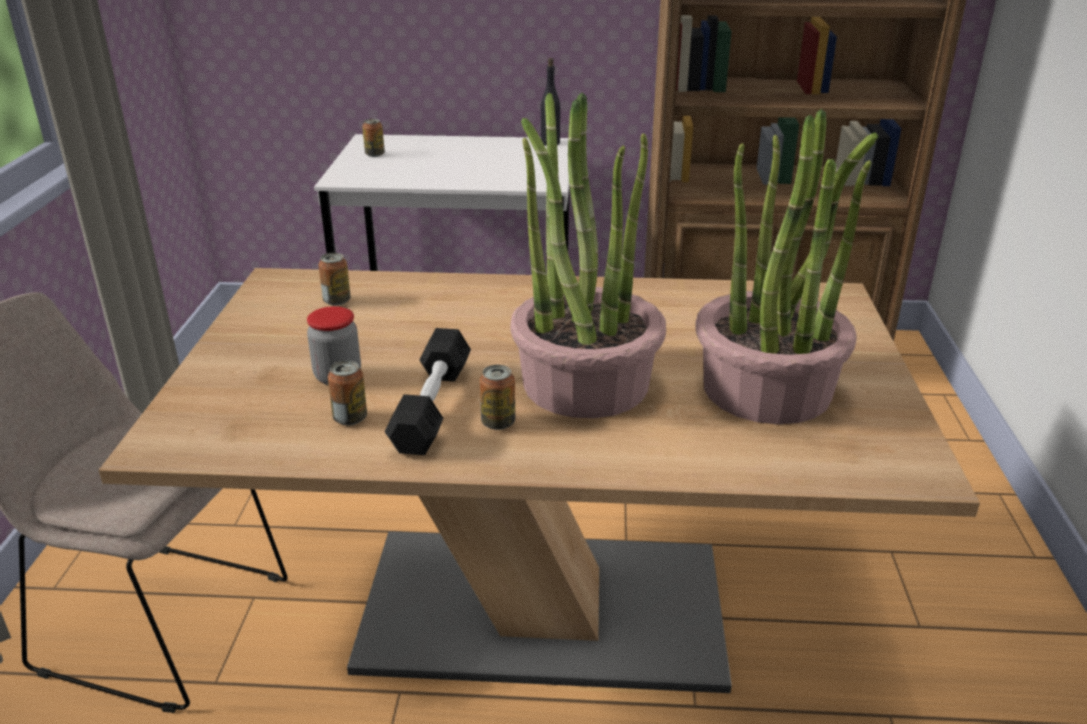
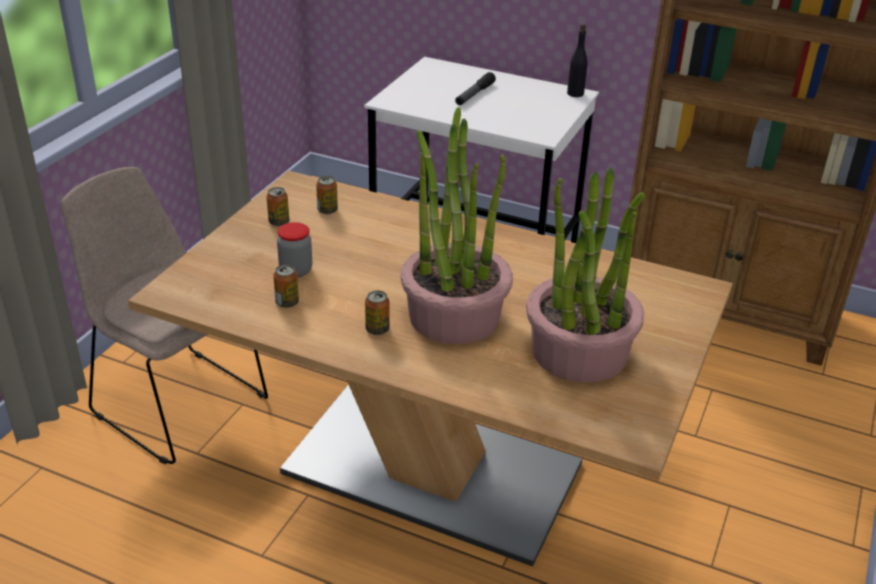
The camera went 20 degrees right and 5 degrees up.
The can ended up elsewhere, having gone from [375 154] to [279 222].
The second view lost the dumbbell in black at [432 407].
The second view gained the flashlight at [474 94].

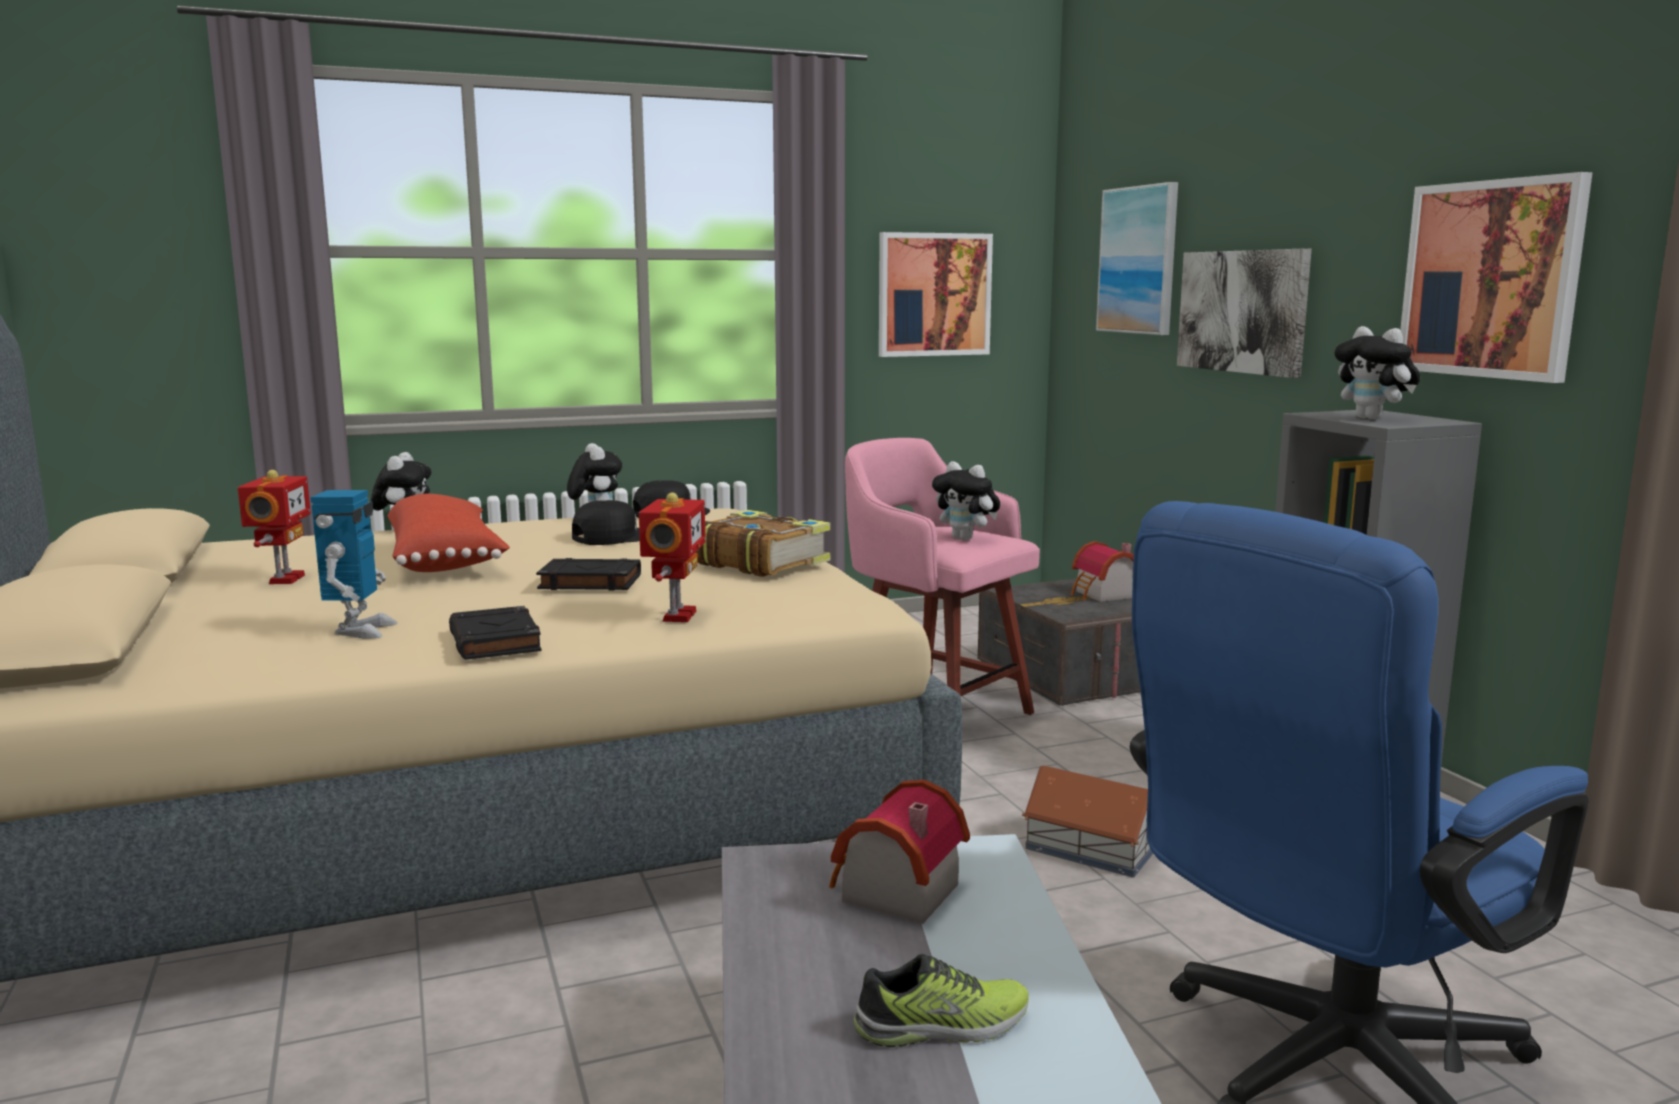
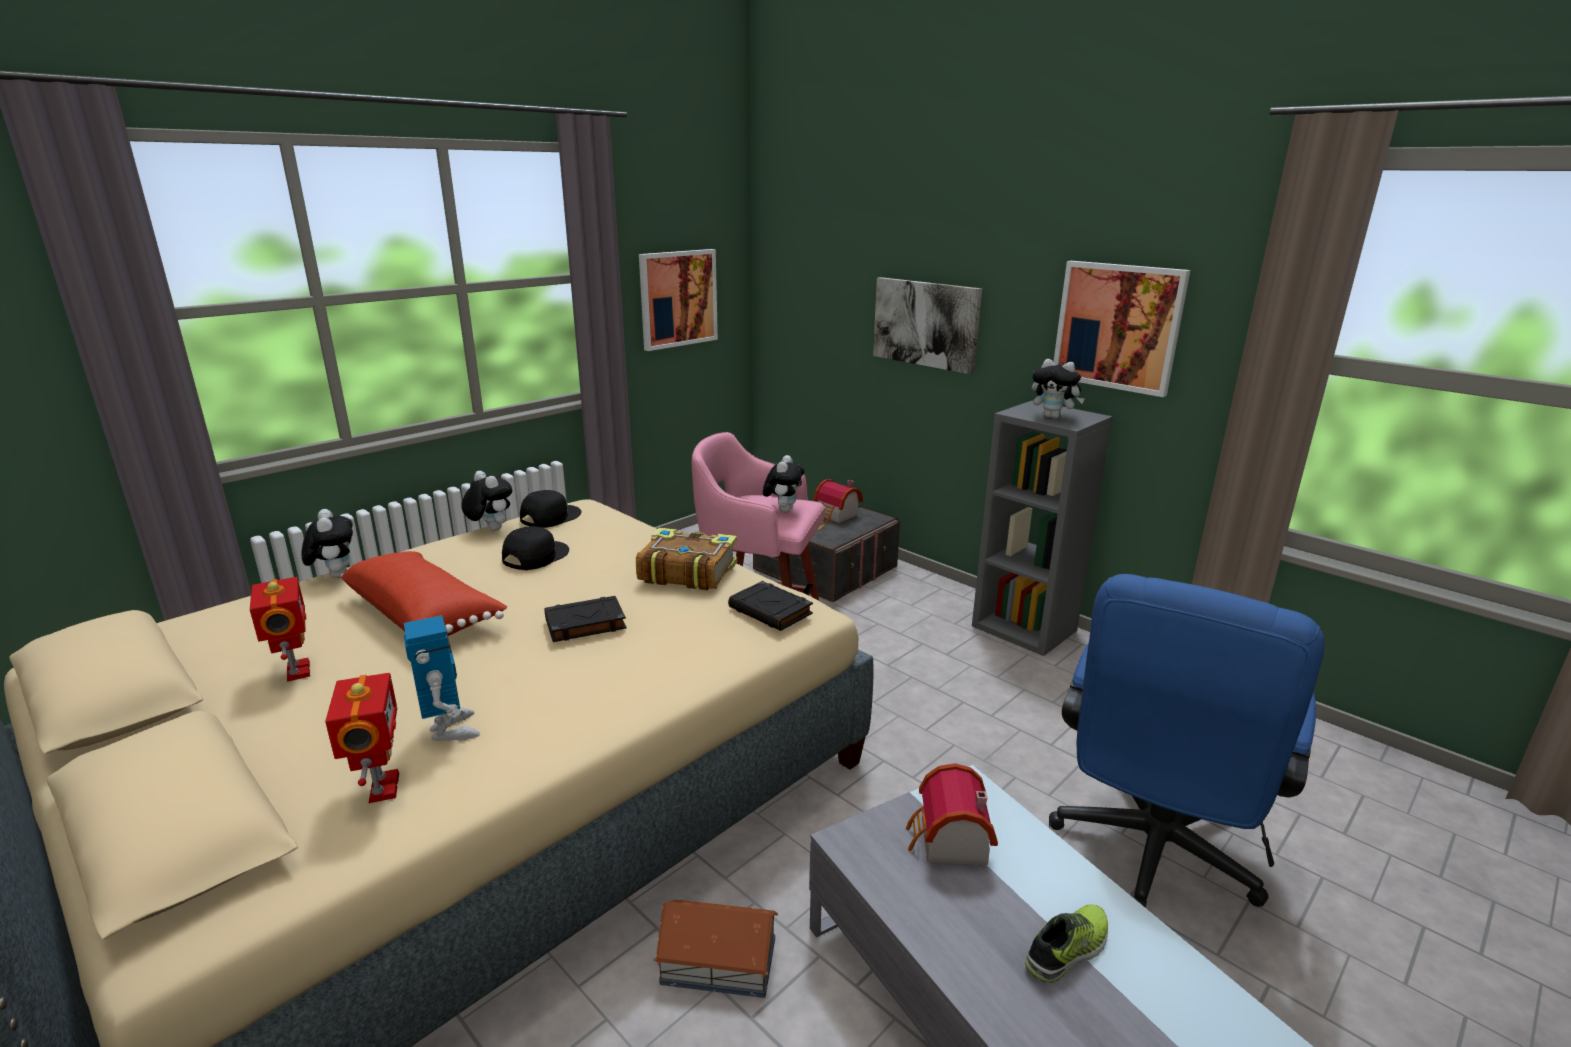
The camera went 25 degrees left and 10 degrees up.
The book in black ended up elsewhere, having gone from [496 642] to [771 611].
The toy robot ended up elsewhere, having gone from [676 616] to [380 788].
The plush toy at [966 539] ended up facing another way, 90 degrees counterclockwise from before.
The toy house ended up elsewhere, having gone from [1092 848] to [720 961].
The second view lost the picture at [1139 260].

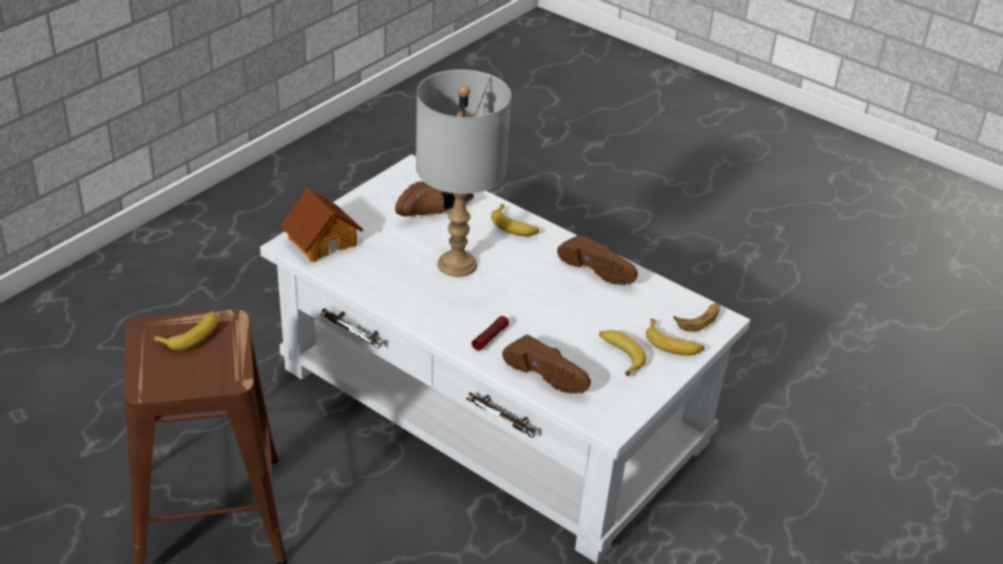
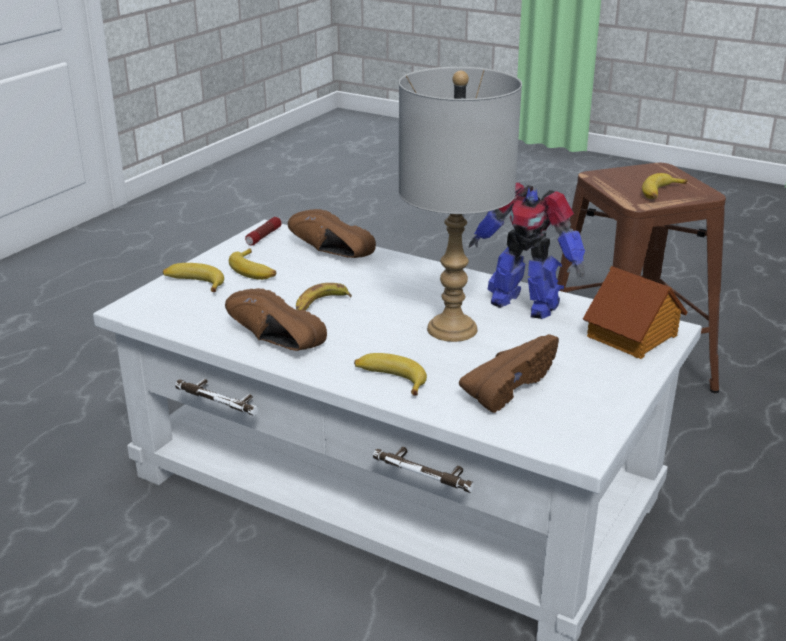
The camera went 175 degrees right and 10 degrees down.
The flashlight ended up elsewhere, having gone from [490 337] to [263 237].
The banana ended up elsewhere, having gone from [699 320] to [320 305].
The second view gained the toy robot at [524 303].

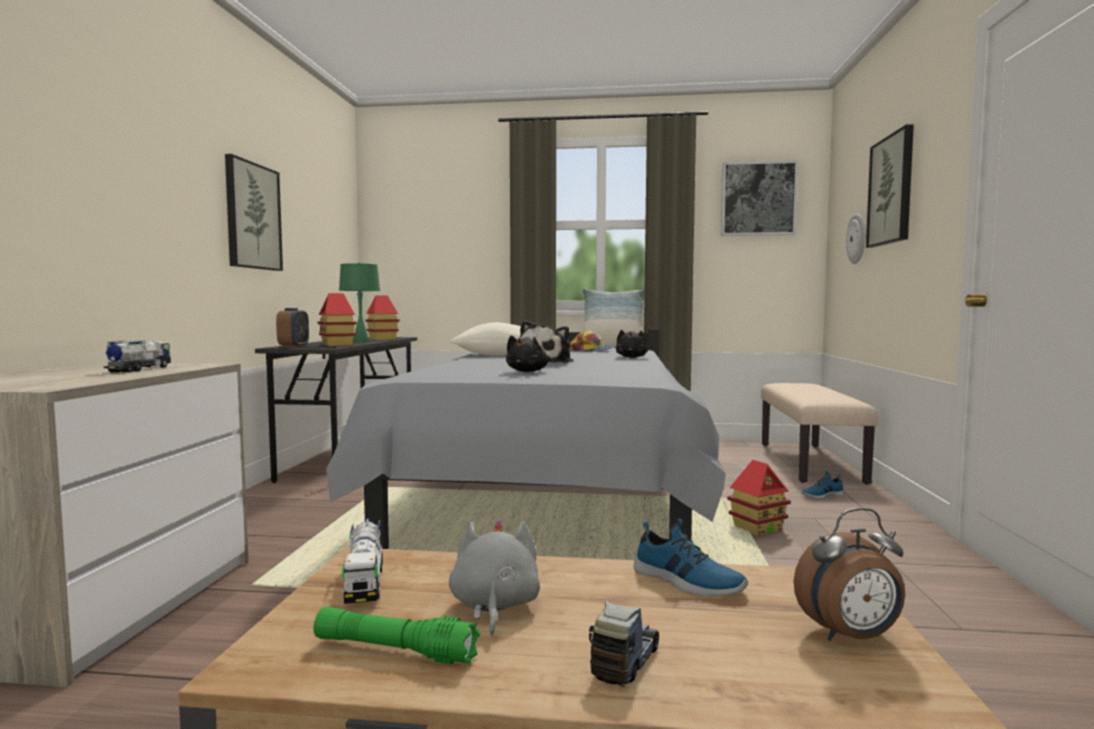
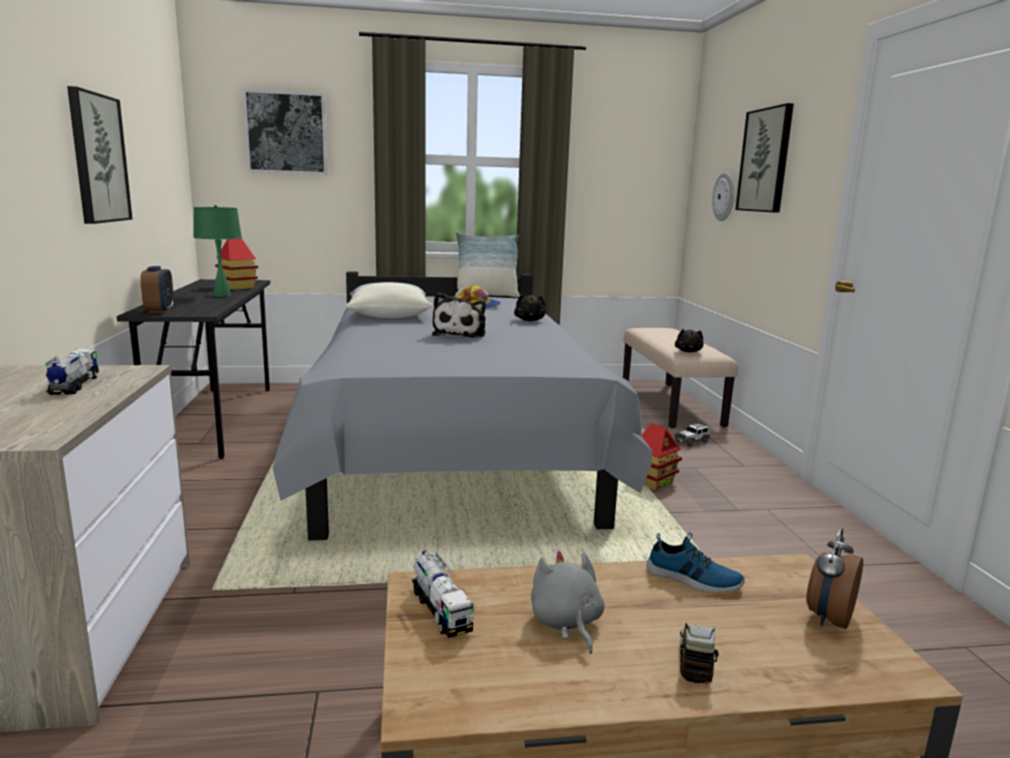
The camera went 15 degrees left and 10 degrees up.
The second view lost the flashlight in green at [394 650].
The second view lost the toy house at [337 345].
The plush toy in black ended up elsewhere, having gone from [528 371] to [688 351].
The picture ended up elsewhere, having gone from [758 199] to [286 133].
The alarm clock at [851 636] ended up facing another way, 150 degrees clockwise from before.
Where the shoe stood at [821 495], the toy car came to stand at [692 441].

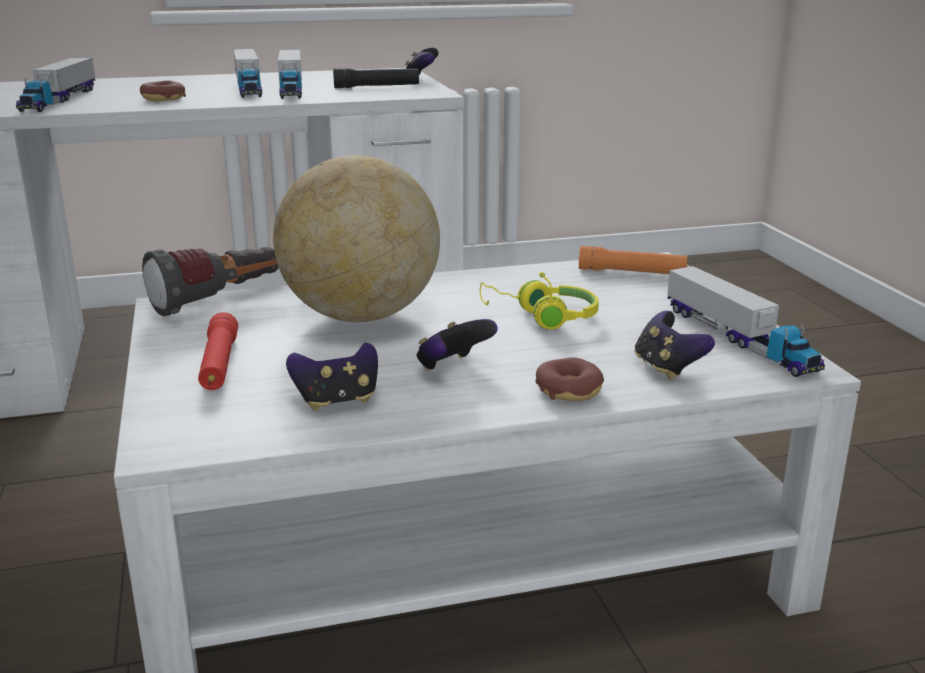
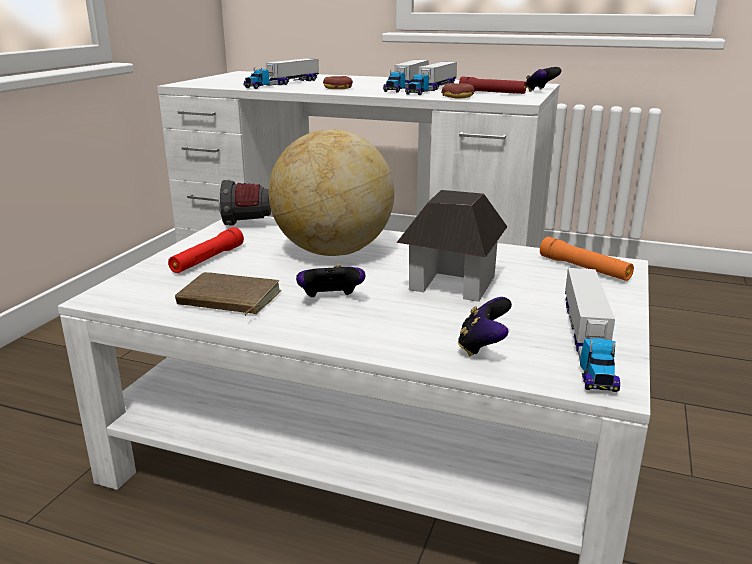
The camera went 35 degrees right and 0 degrees up.
Where the game controller stood at [337 401], the book in brown came to stand at [227 300].
What was the flashlight in black at [376 87] turned into the flashlight in red at [492 93].
Where the headphones in yellow stood at [542 317], the toy house came to stand at [452 283].
The donut ended up elsewhere, having gone from [569 390] to [457 96].

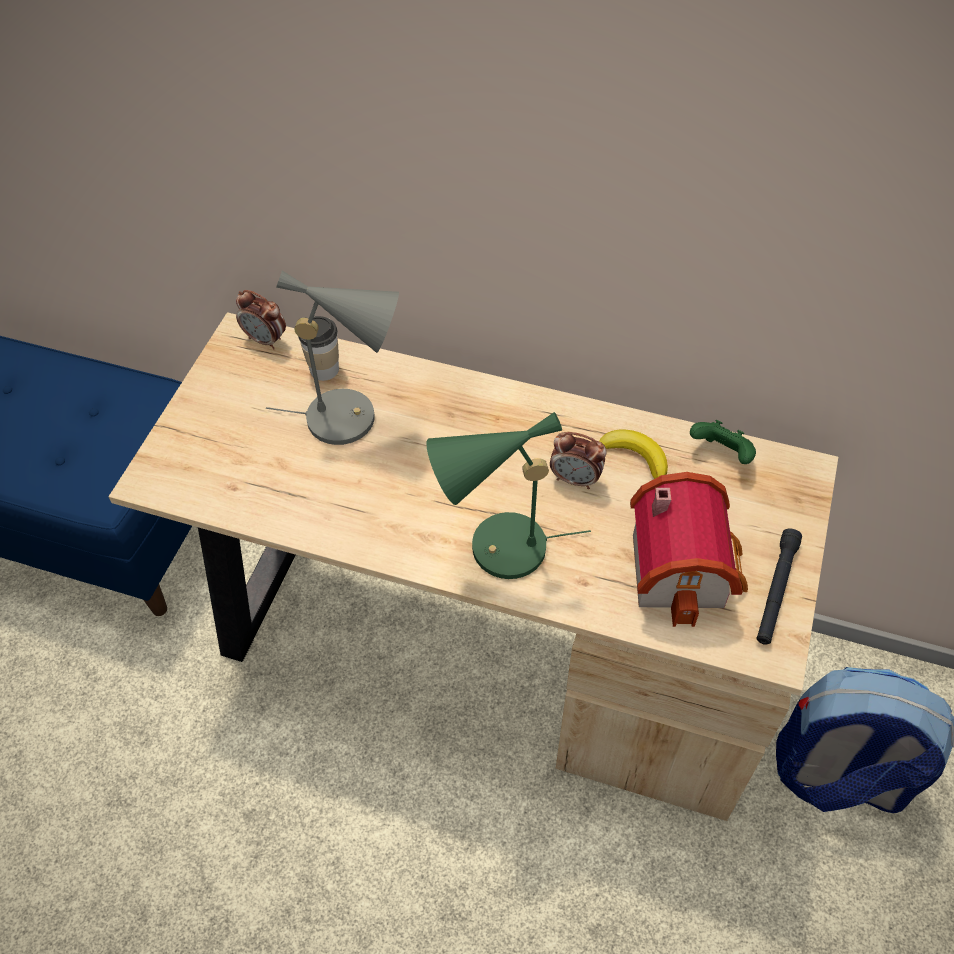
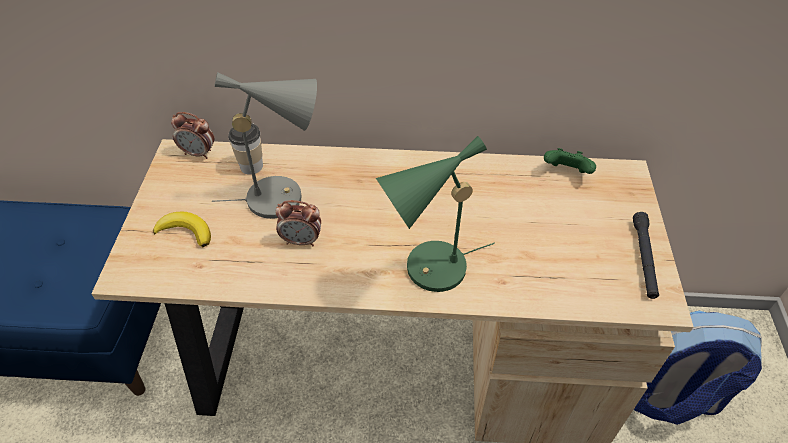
The camera went 15 degrees left and 5 degrees down.
The alarm clock ended up elsewhere, having gone from [575 479] to [302 241].
The banana ended up elsewhere, having gone from [634 456] to [186 231].
The second view lost the toy house at [684 568].

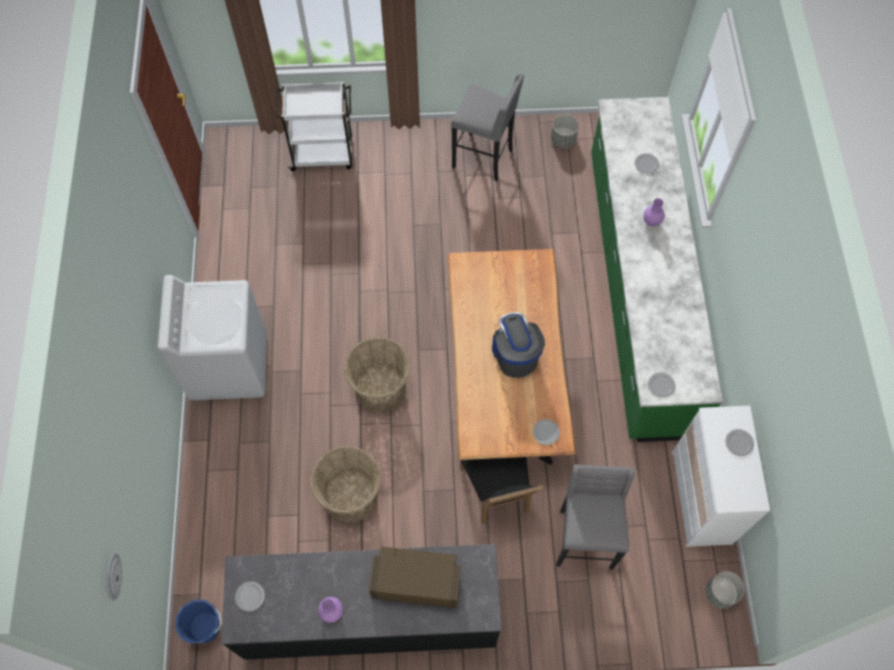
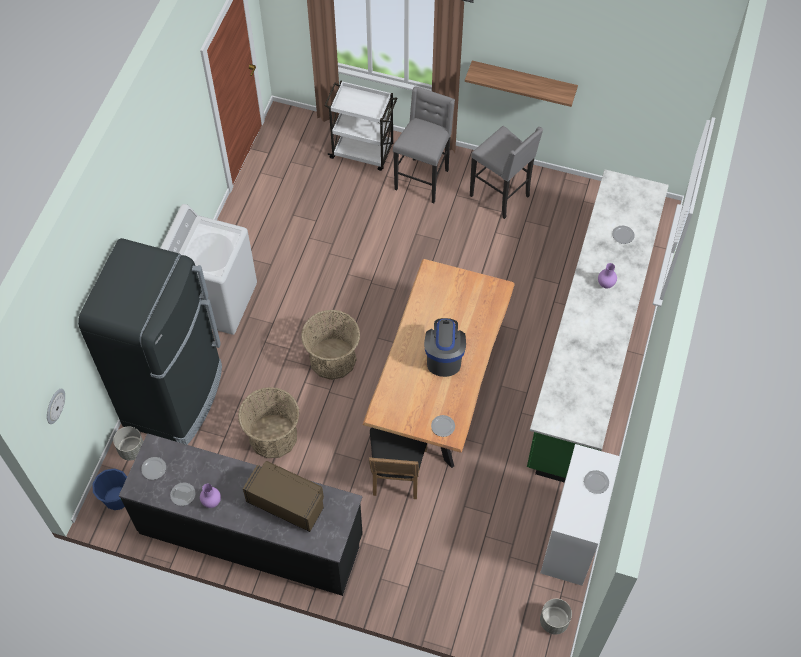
The camera went 20 degrees right and 5 degrees down.
The planter in grey ended up elsewhere, having gone from [563 140] to [132 450].
The stool in grey ended up elsewhere, having gone from [584 537] to [423 179].
The plate ended up elsewhere, having gone from [661 385] to [183 494].
The second view gained the fridge in black at [175 396].
The second view gained the shelf at [523 81].

